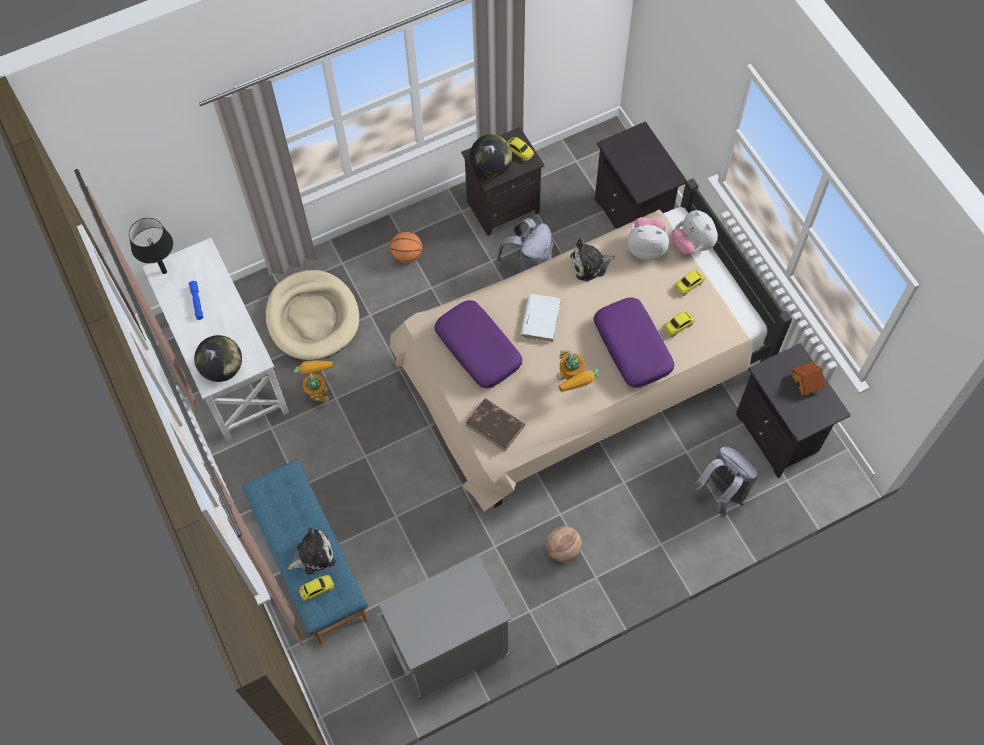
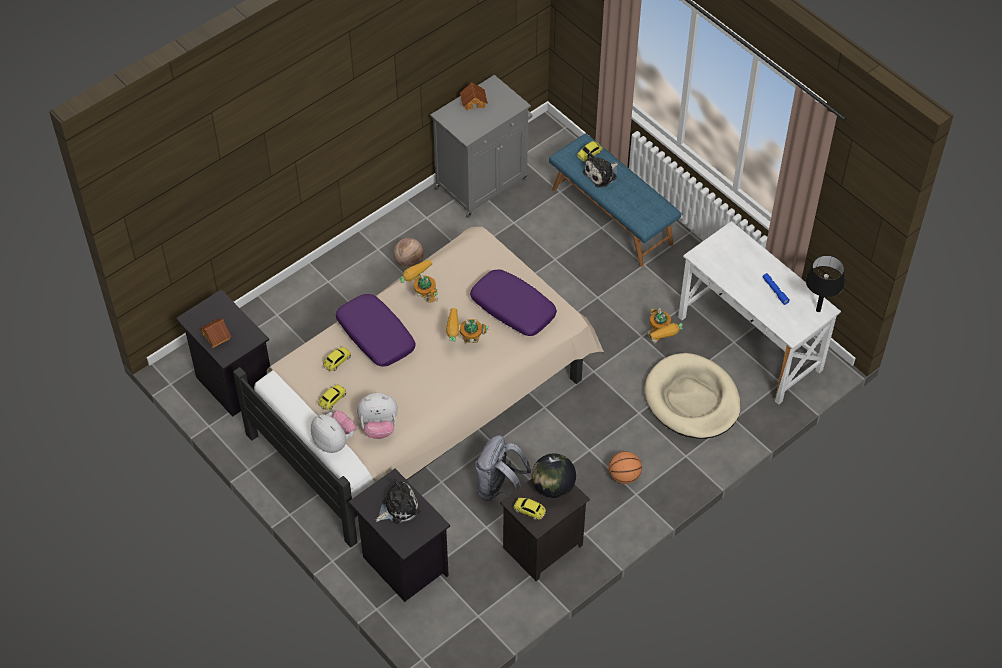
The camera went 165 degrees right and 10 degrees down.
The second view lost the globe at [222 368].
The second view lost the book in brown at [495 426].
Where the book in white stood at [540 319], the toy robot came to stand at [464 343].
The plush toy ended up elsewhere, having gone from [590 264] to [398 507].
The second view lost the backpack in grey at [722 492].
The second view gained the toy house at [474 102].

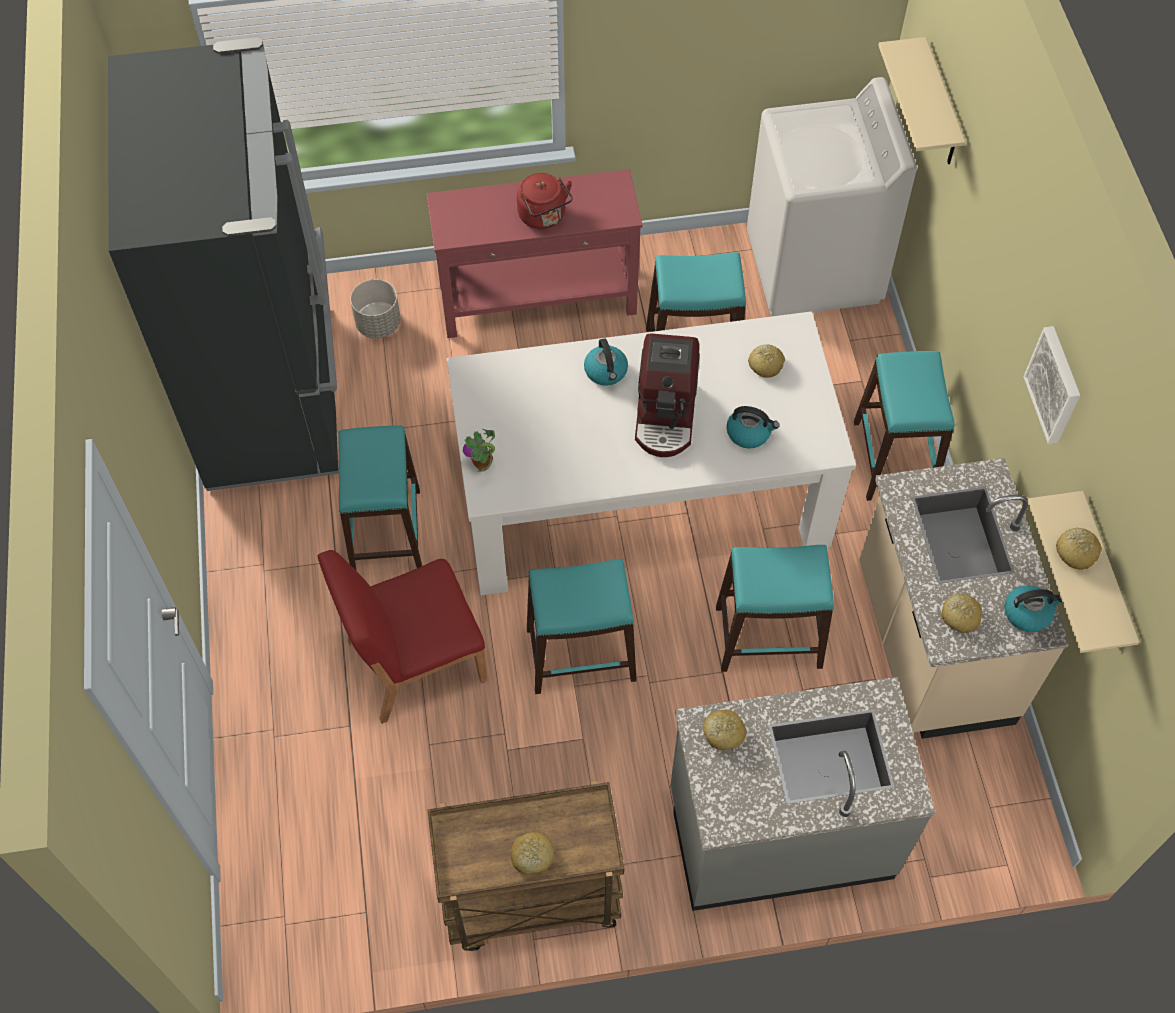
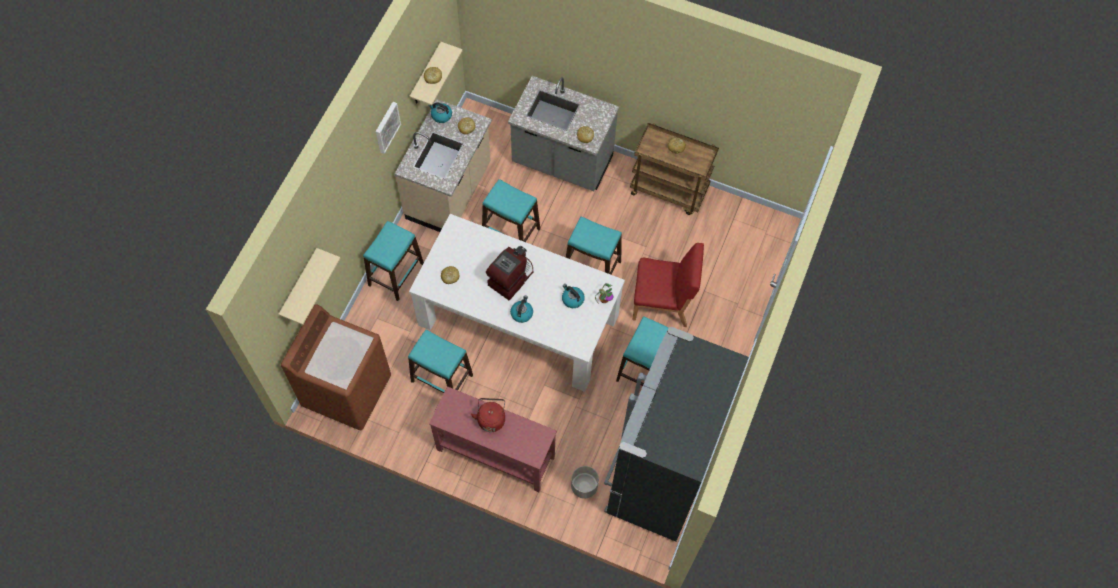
The camera went 150 degrees left and 5 degrees up.
The kettle ended up elsewhere, having gone from [749 433] to [572 299].
What was the washing machine in white at [813 268] turned into the washing machine in brown at [347 390].

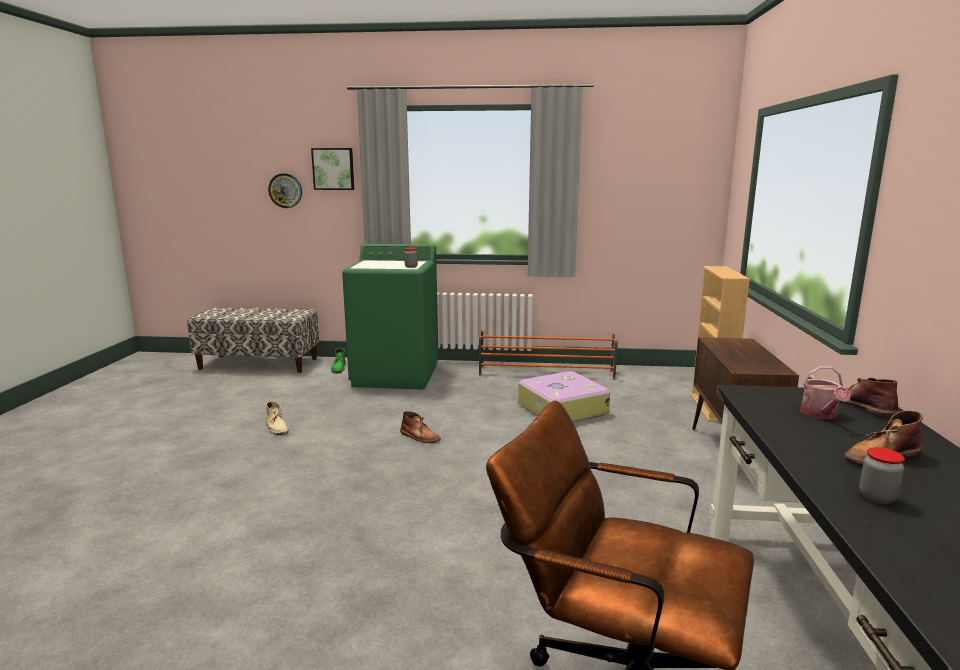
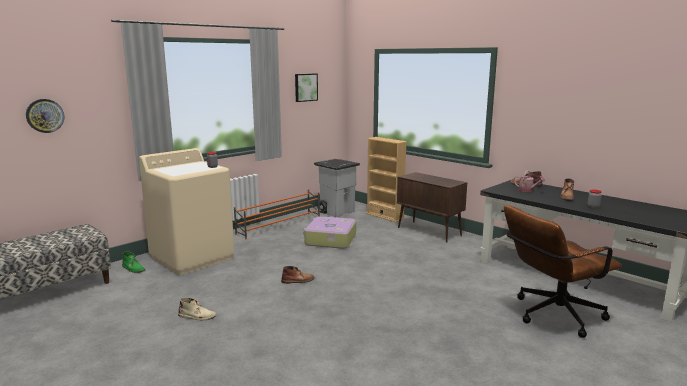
The camera went 50 degrees left and 0 degrees up.
The picture ended up elsewhere, having gone from [333 169] to [305 87].
What was the washing machine in green at [396 375] turned into the washing machine in beige at [192 257].
The second view gained the trash can in grey at [336 211].

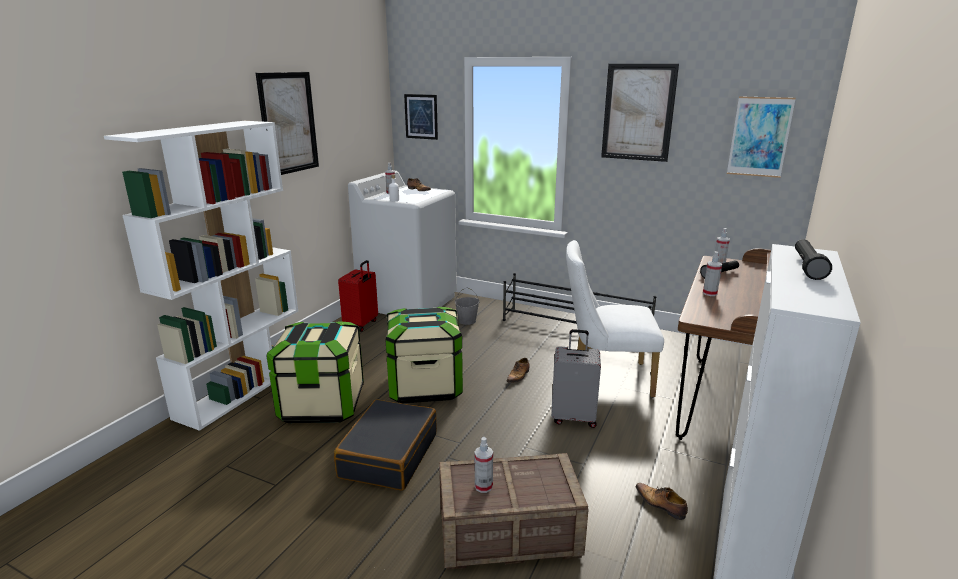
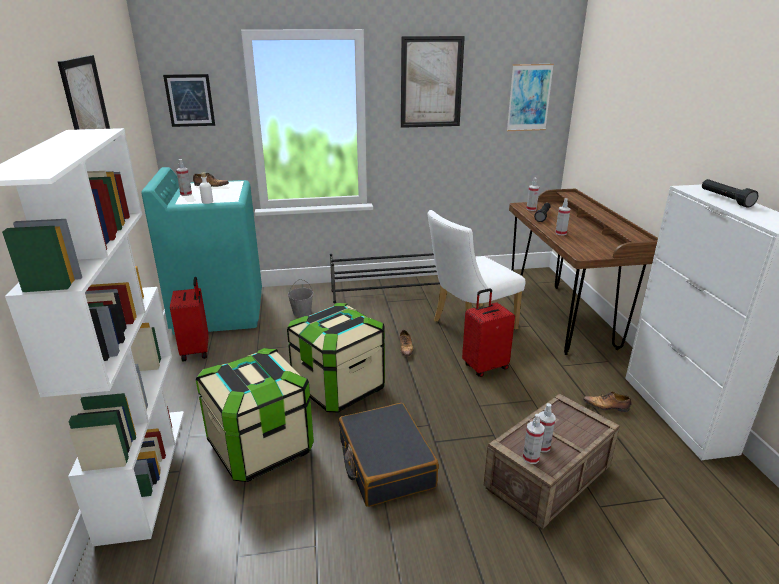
The camera went 35 degrees left and 5 degrees up.
What was the washing machine in white at [408 302] turned into the washing machine in turquoise at [219 311].
What was the suitcase in grey at [574 417] turned into the suitcase in red at [485 366].
The second view gained the spray bottle at [531 458].

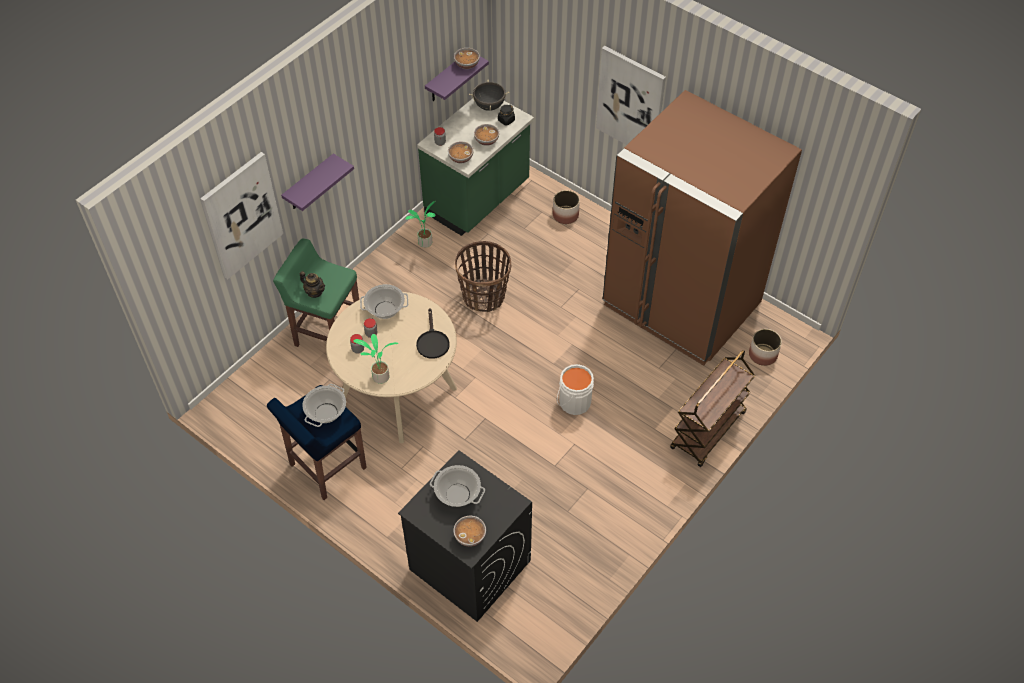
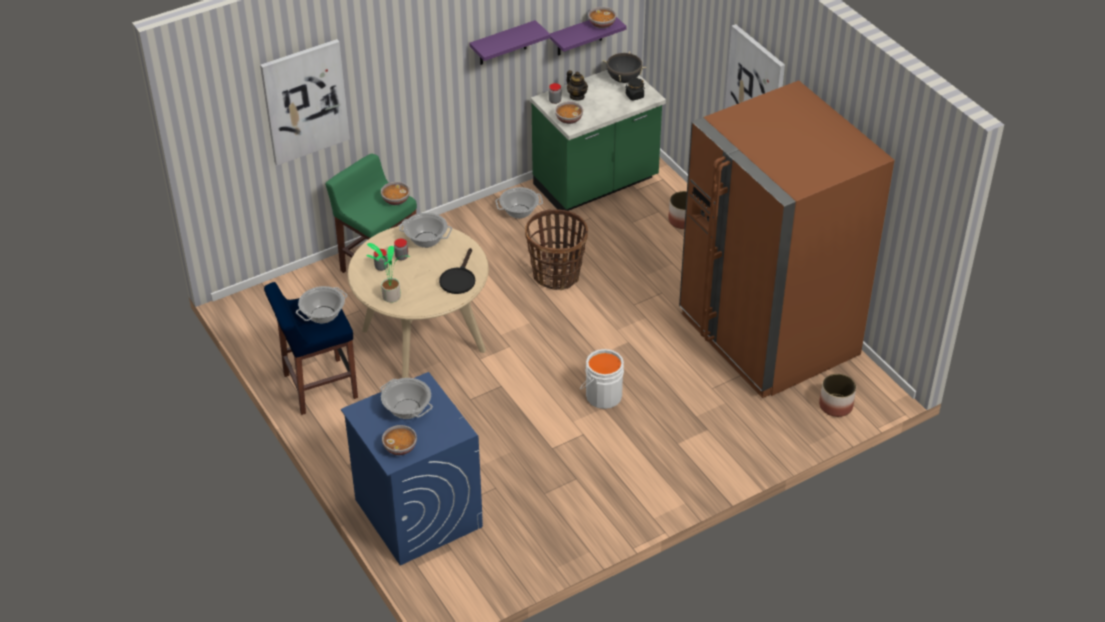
The camera went 20 degrees right and 10 degrees down.
The shelf in purple ended up elsewhere, having gone from [309 184] to [503 43].
The teapot ended up elsewhere, having gone from [315 292] to [577 96].
What was the washing machine in black at [469 564] turned into the washing machine in blue at [417 512].
Where the potted plant stood at [425 243], the cooking pot came to stand at [519 211].
The bowl ended up elsewhere, having gone from [486 140] to [395 200].
The second view lost the cart in brown at [708 431].

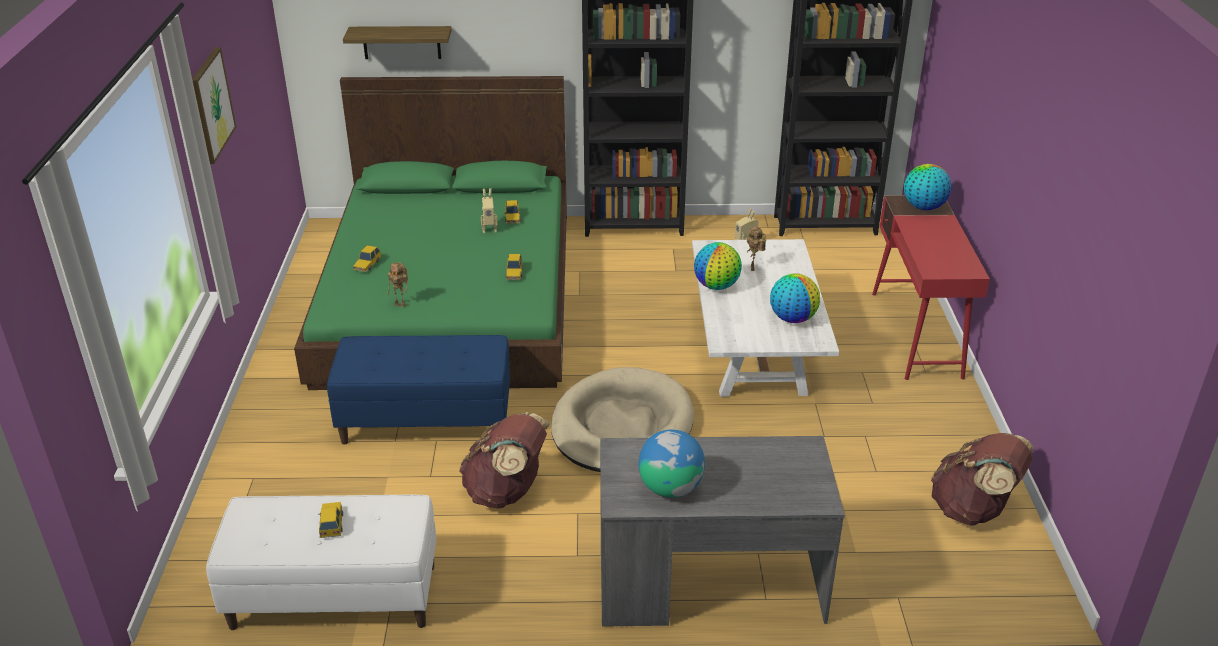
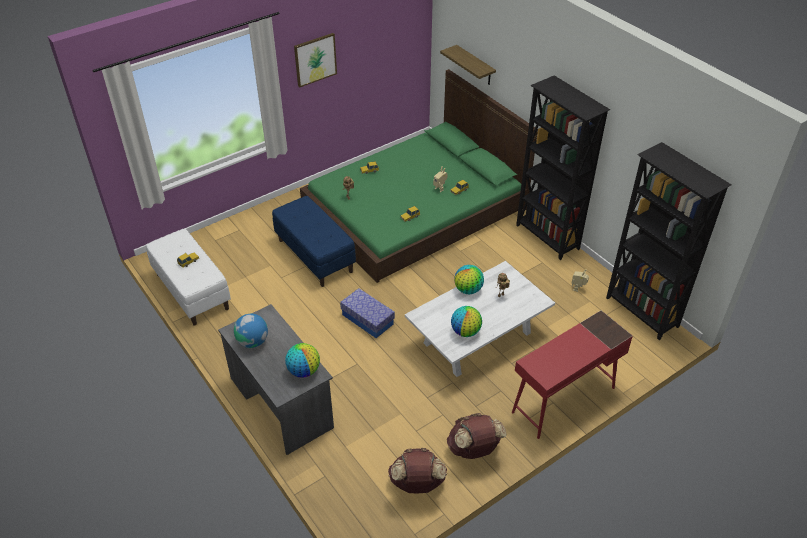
The camera went 55 degrees right and 10 degrees up.
The backpack in brown ended up elsewhere, having gone from [506 492] to [473 449].
Where the dog bed in beige stood at [622 426], the storage box came to stand at [367 319].
The globe ended up elsewhere, having gone from [923 207] to [304 371].

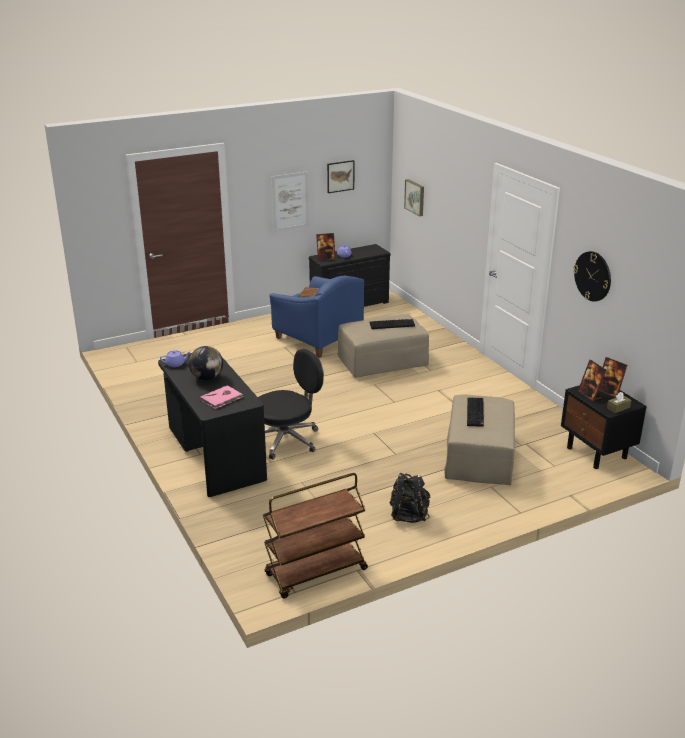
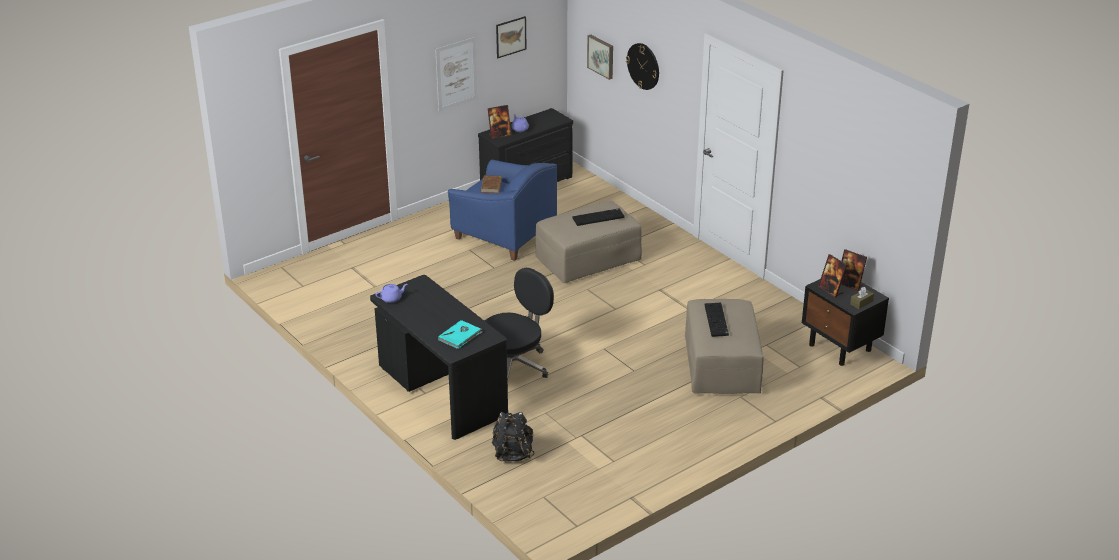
The camera went 10 degrees left and 5 degrees up.
The second view lost the globe at [207 378].
What was the book in pink at [222 399] turned into the book in turquoise at [460 336].
The second view lost the cart in brown at [315 573].
The backpack in black ended up elsewhere, having gone from [408 515] to [512 453].
The wall clock ended up elsewhere, having gone from [593 276] to [643 66].

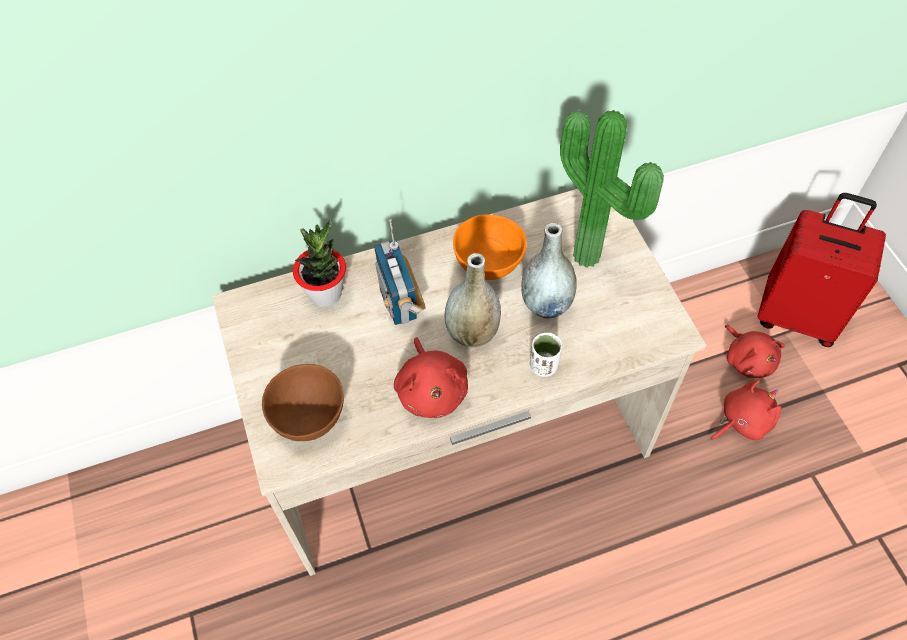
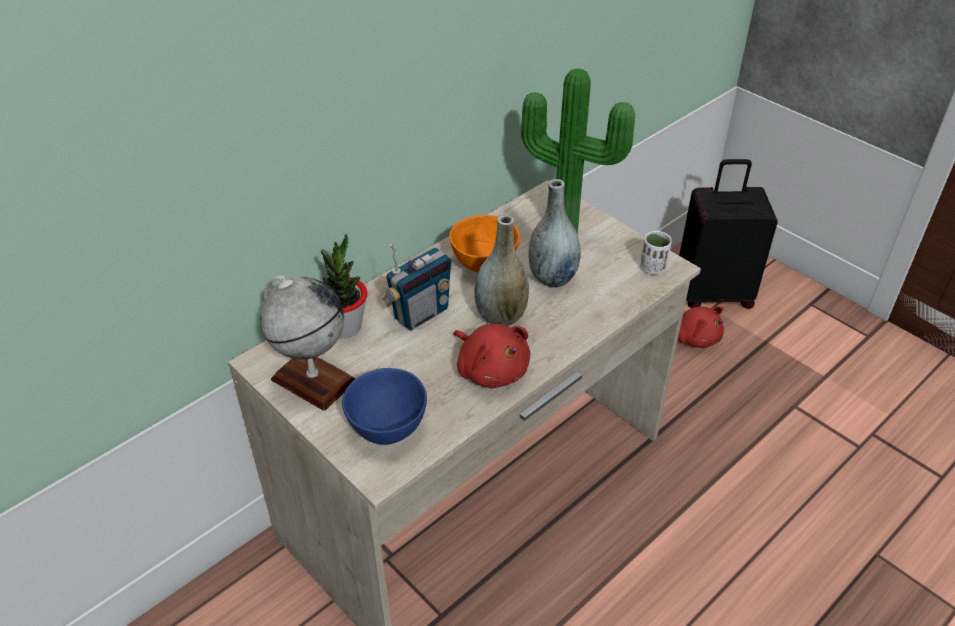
The camera went 25 degrees left and 15 degrees down.
What was the bowl in brown at [310 417] turned into the bowl in blue at [388 427].
The radio at [400 303] ended up facing another way, 90 degrees counterclockwise from before.
The cup in white ended up elsewhere, having gone from [543 366] to [653 268].
The second view lost the plush toy in red at [742 421].
What was the suitcase in red at [797 315] turned into the suitcase in black at [713 293].
The second view gained the globe at [313 380].

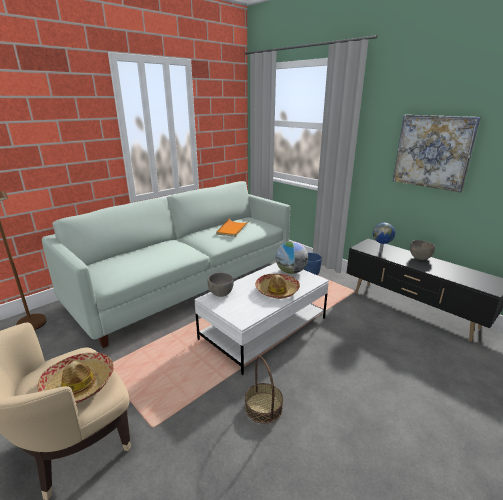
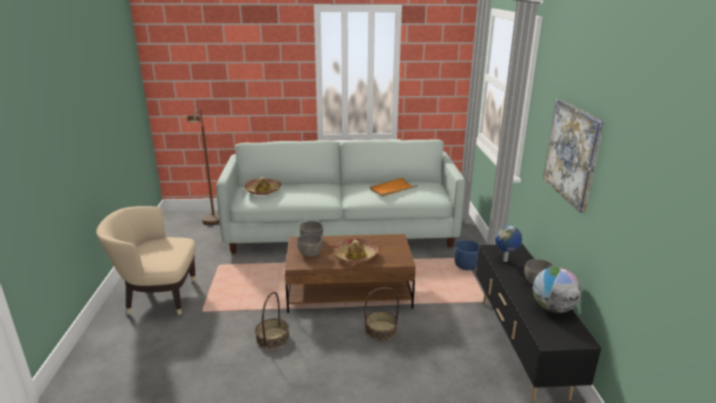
The camera went 40 degrees right and 0 degrees up.
The hat ended up elsewhere, having gone from [79 384] to [263 191].
What was the coffee table in white at [264 328] turned into the coffee table in brown at [349 291].
The globe ended up elsewhere, having gone from [291 272] to [552 308].
The second view gained the bowl in grey at [310 254].
The second view gained the basket at [381 330].

